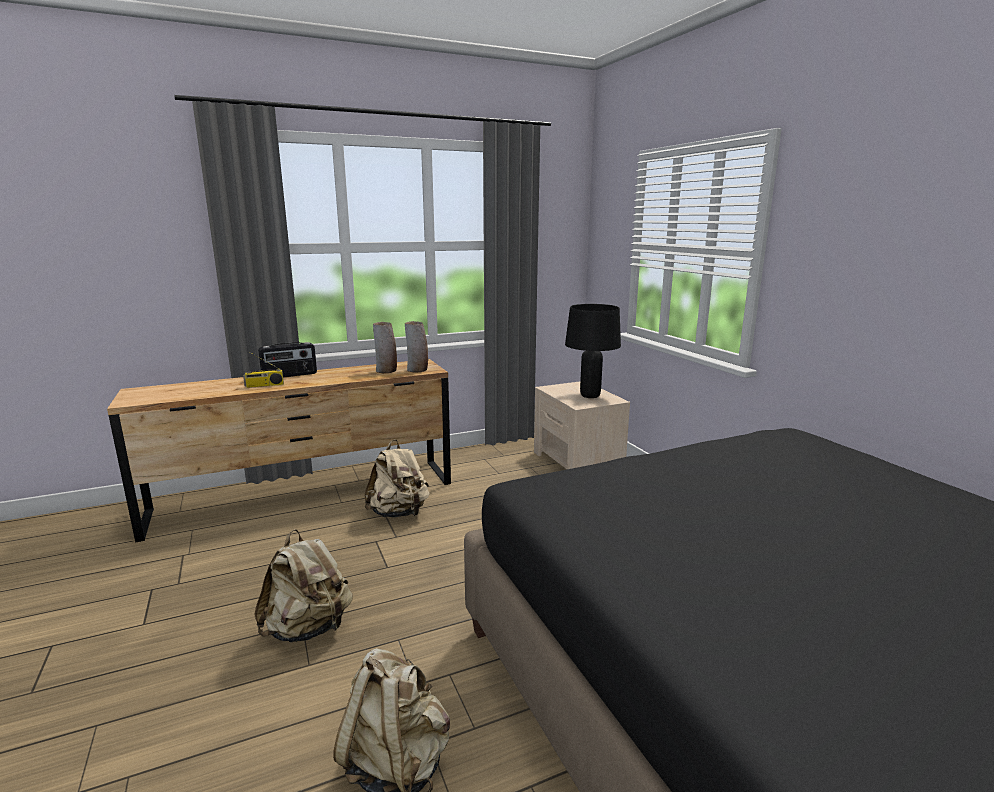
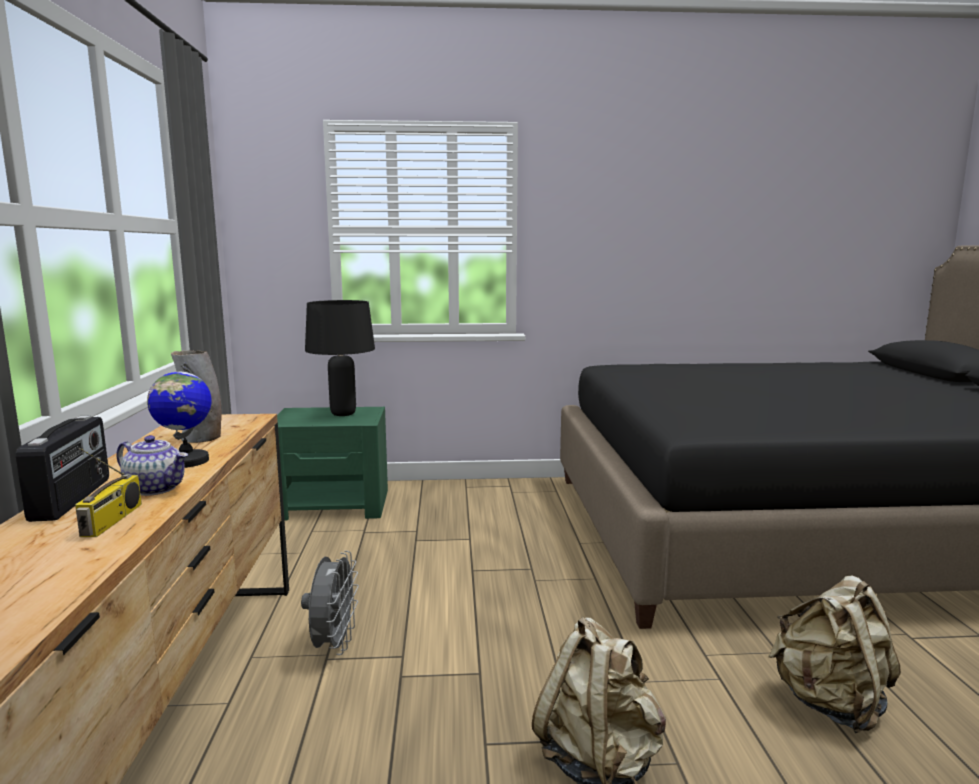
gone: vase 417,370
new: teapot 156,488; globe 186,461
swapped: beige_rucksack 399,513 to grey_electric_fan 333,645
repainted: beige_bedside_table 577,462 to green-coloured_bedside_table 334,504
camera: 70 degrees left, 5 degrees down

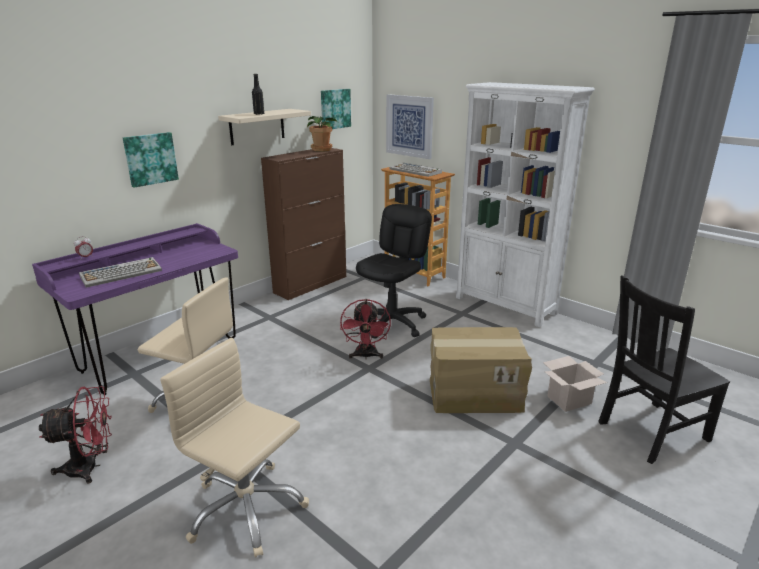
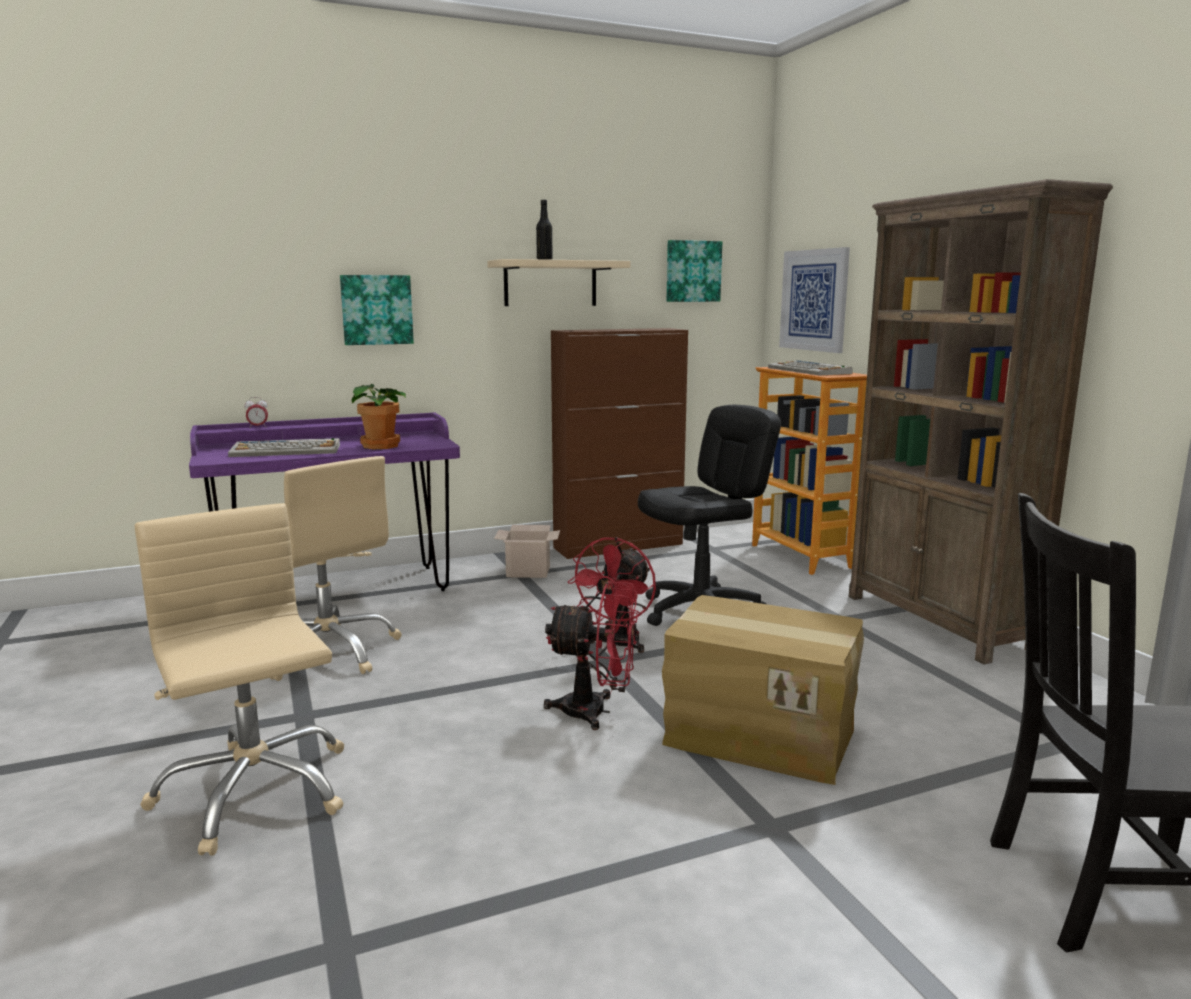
shifted: red-coloured_electric_fan 90,467 to 596,712; plant_in_a_pot 322,149 to 382,446; packing_box 569,399 to 529,571
repainted: white-coloured_bookshelf 505,306 to brownish_bookshelf 938,622
camera: 25 degrees right, 10 degrees down

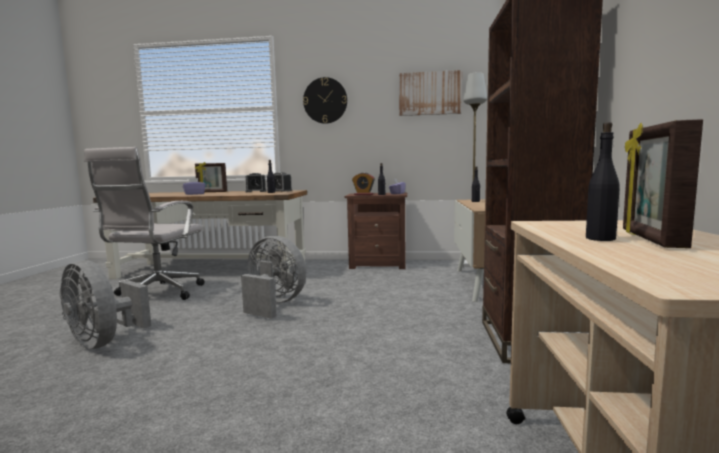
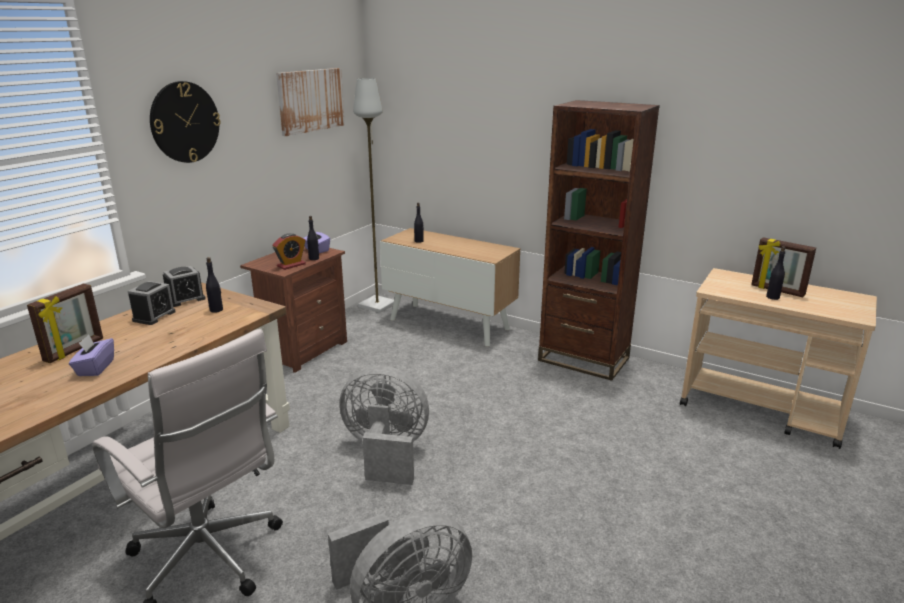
rotated: grey_electric_fan 273,305 = 386,453 45 degrees clockwise
camera: 65 degrees left, 15 degrees up

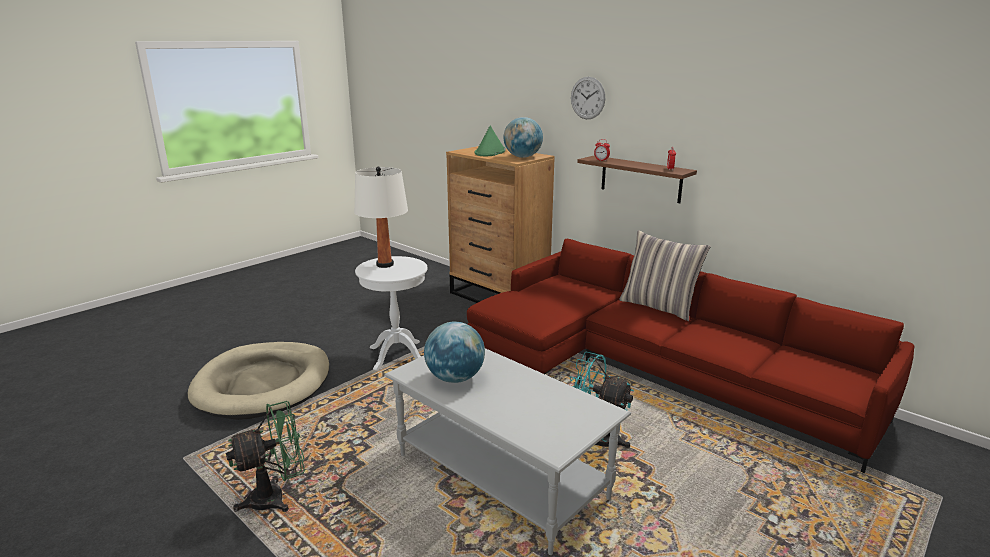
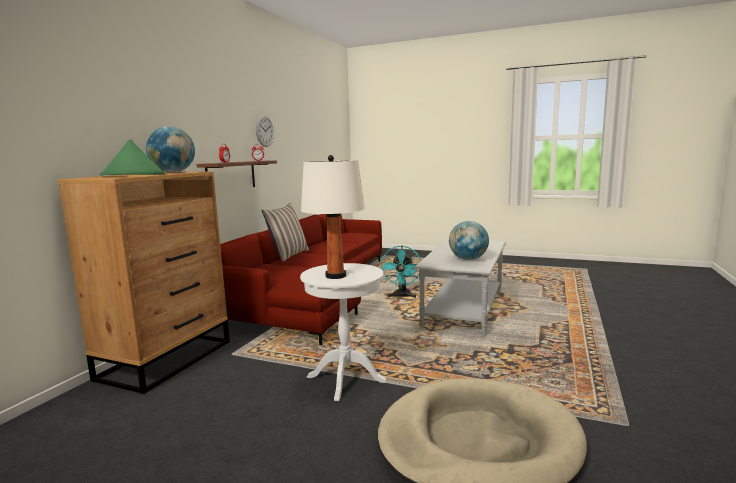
gone: green-coloured_electric_fan 276,497
shifted: hanging_clock 587,98 to 264,131
camera: 110 degrees left, 10 degrees down

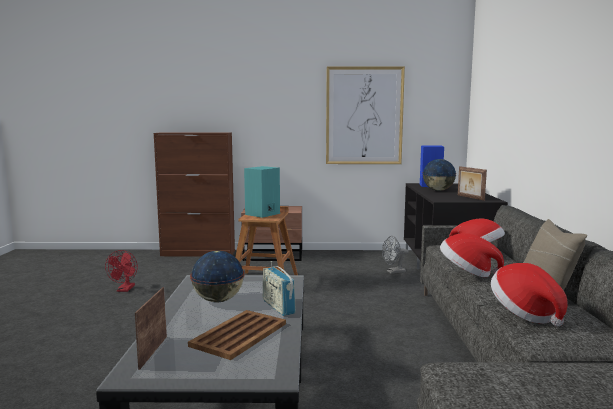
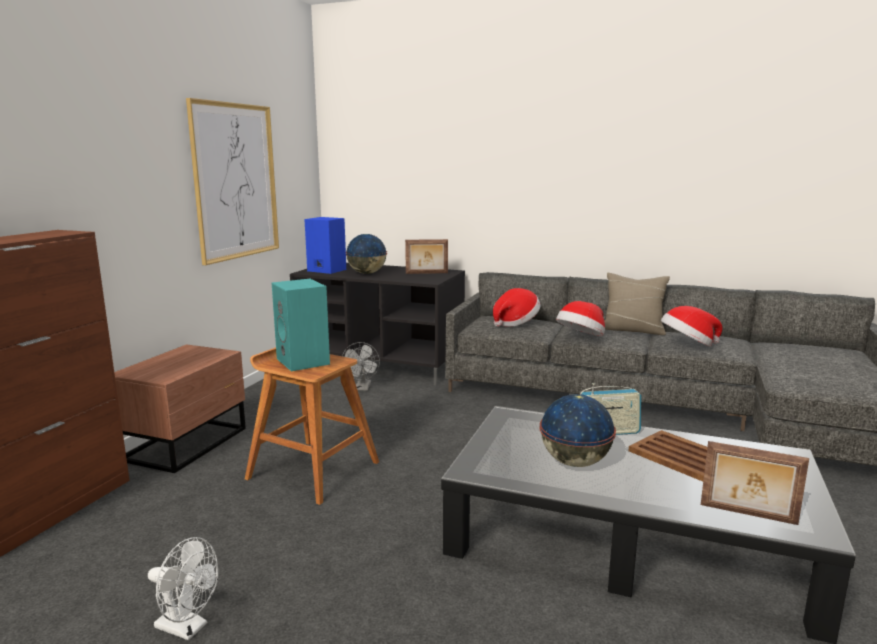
repainted: red-coloured_electric_fan 125,290 to white-coloured_electric_fan 187,628
camera: 70 degrees left, 5 degrees up

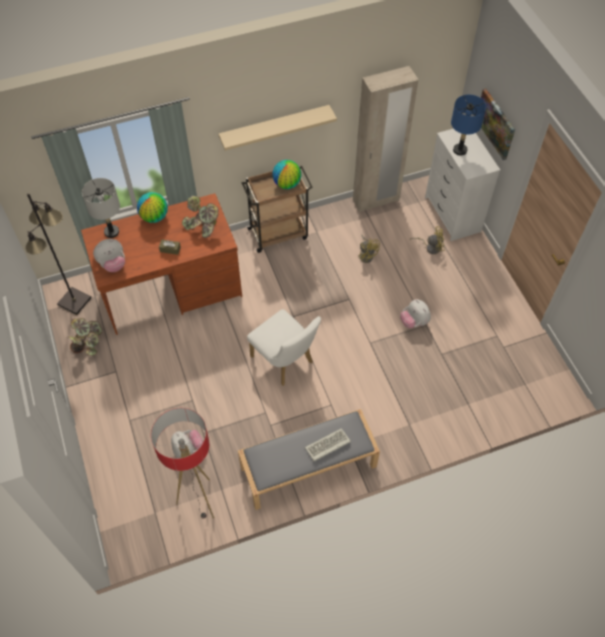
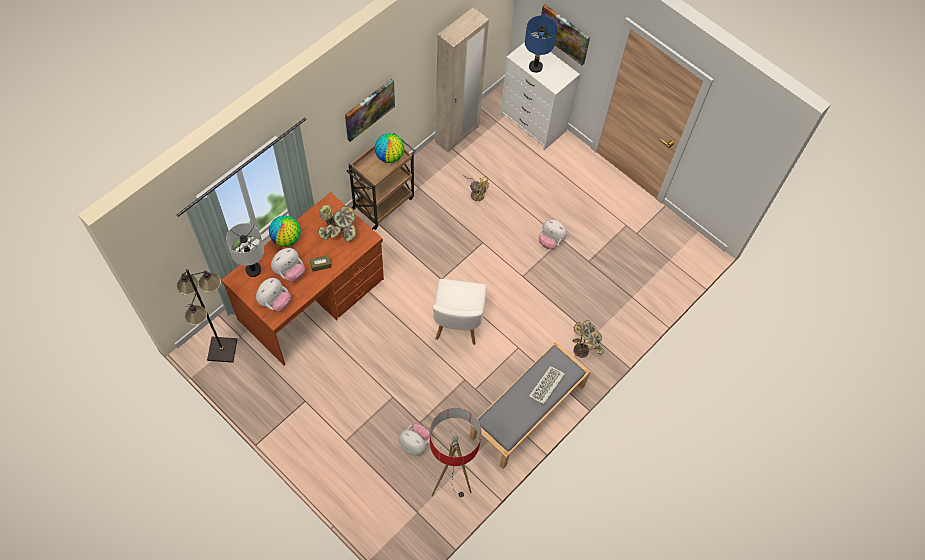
gone: yellowish_electric_fan 430,247
new: soft_toy 289,272
shifted: plant_in_a_pot 87,342 to 586,343
swapped: beige_shelf 274,127 to wall_art 369,109
rotated: white-coloured_plain_chair 285,362 = 457,325 75 degrees clockwise
camera: 30 degrees left, 5 degrees up

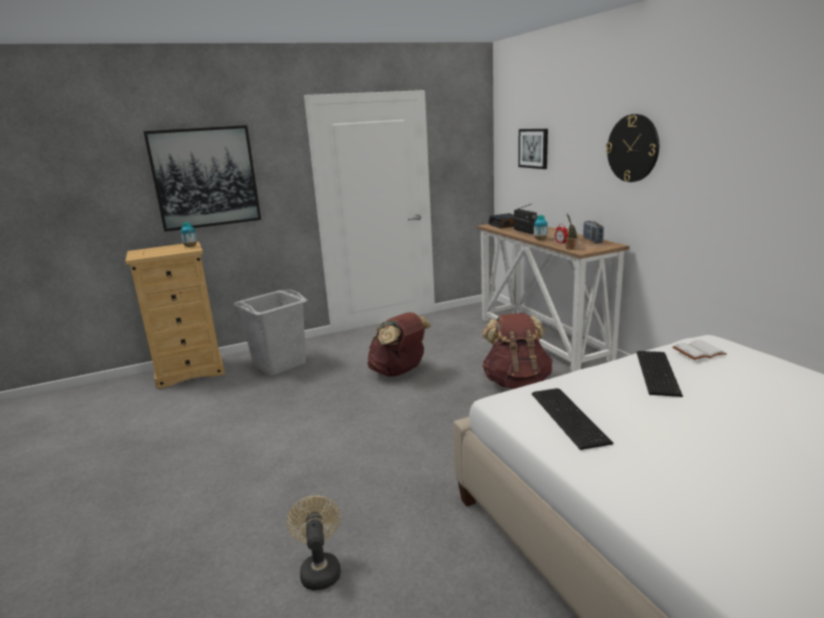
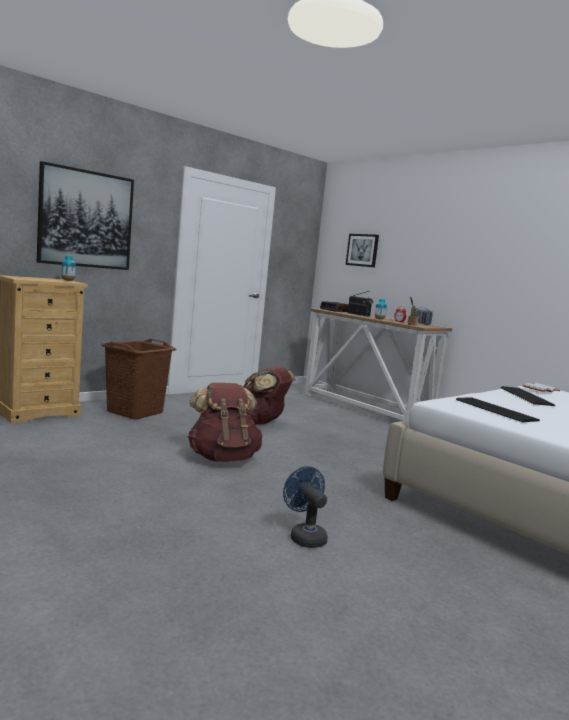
gone: hanging_clock 633,148
shifted: brownish_rucksack 516,382 to 223,458
repainted: grey_washing_basket 280,364 to brownish_washing_basket 135,412; beige_electric_fan 320,569 to blue-coloured_electric_fan 304,536
camera: 20 degrees left, 10 degrees down

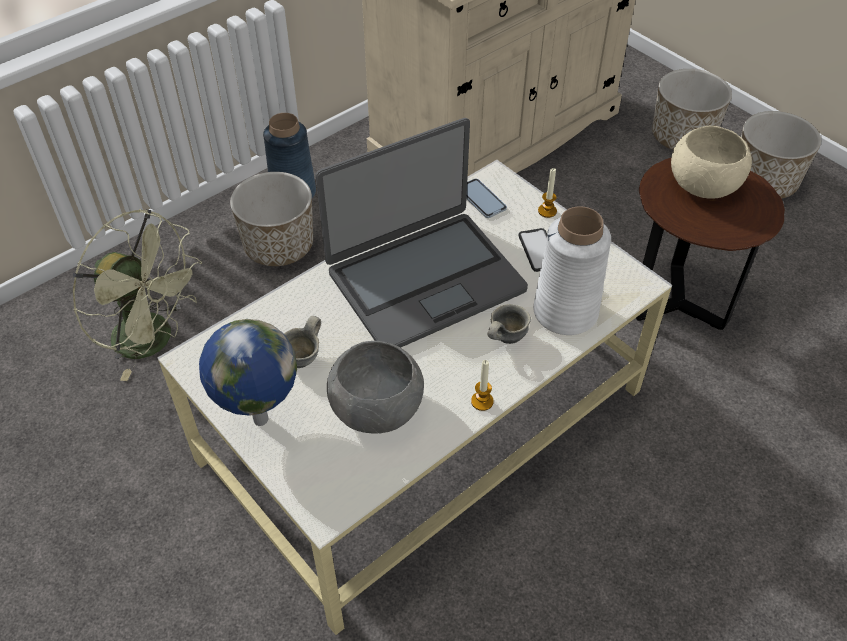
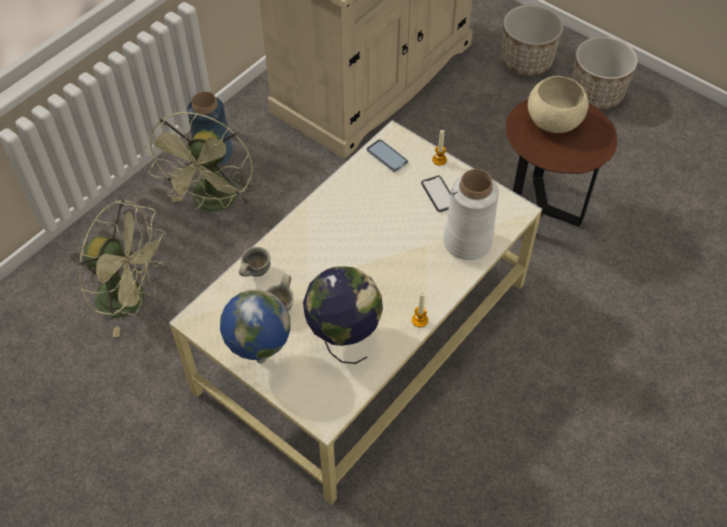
gone: portable_computer 424,280
shifted: grey_mug 504,338 to 254,272
swapped: planter 279,246 to green-coloured_electric_fan 213,203; grey_serving_bowl 376,408 to globe 343,337
camera: 10 degrees left, 5 degrees up

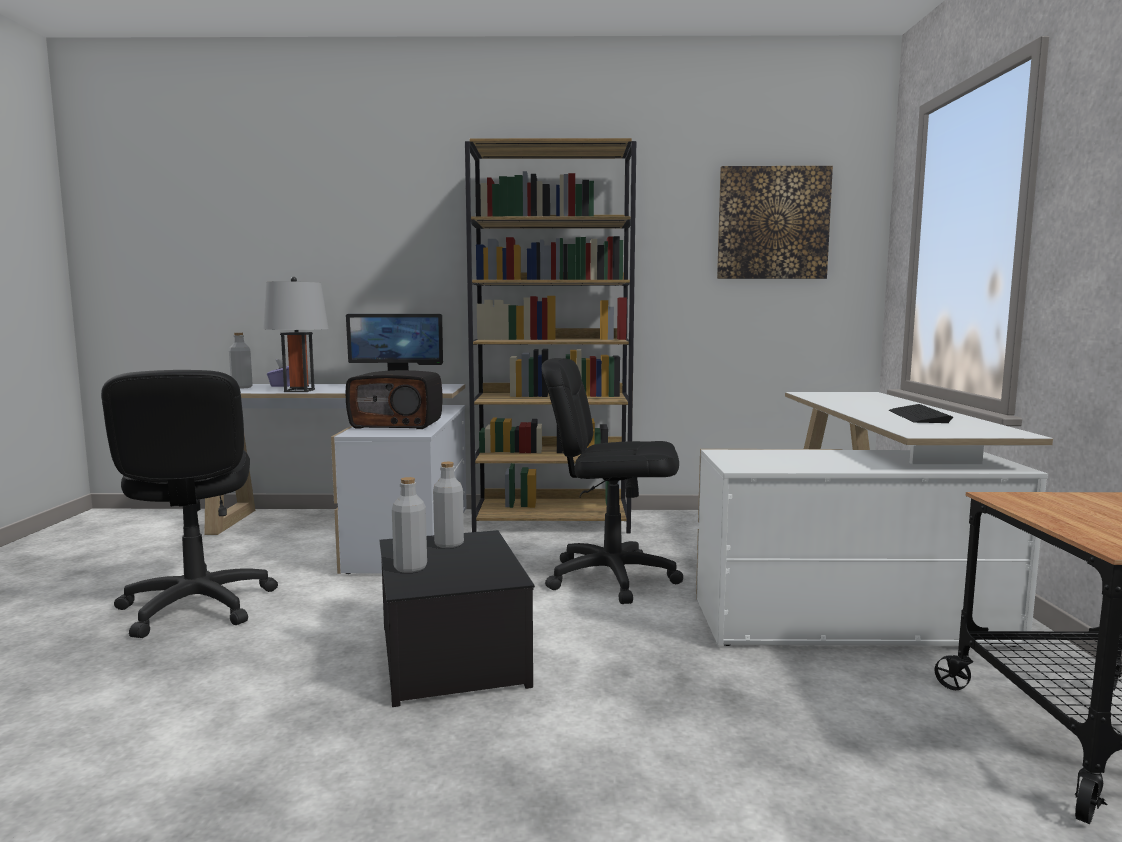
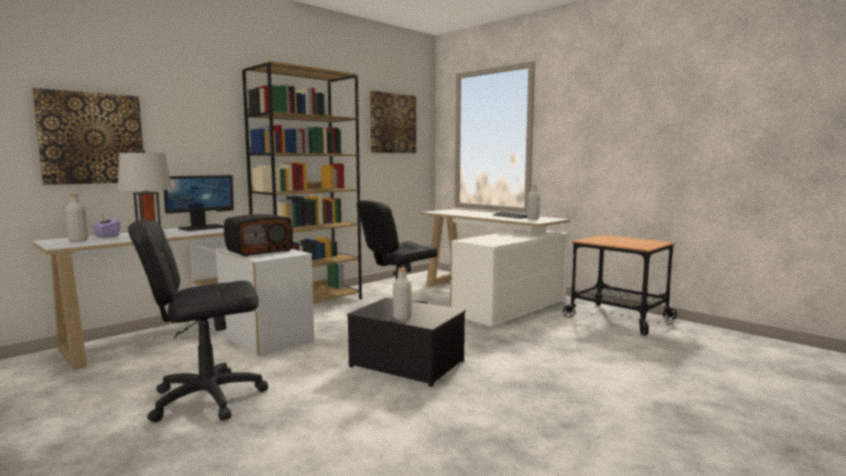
new: wall_art 92,138
shifted: grey_drink_bottle 449,544 to 533,219
rotated: black_desk_chair 196,607 = 207,398 135 degrees clockwise
camera: 45 degrees left, 0 degrees up

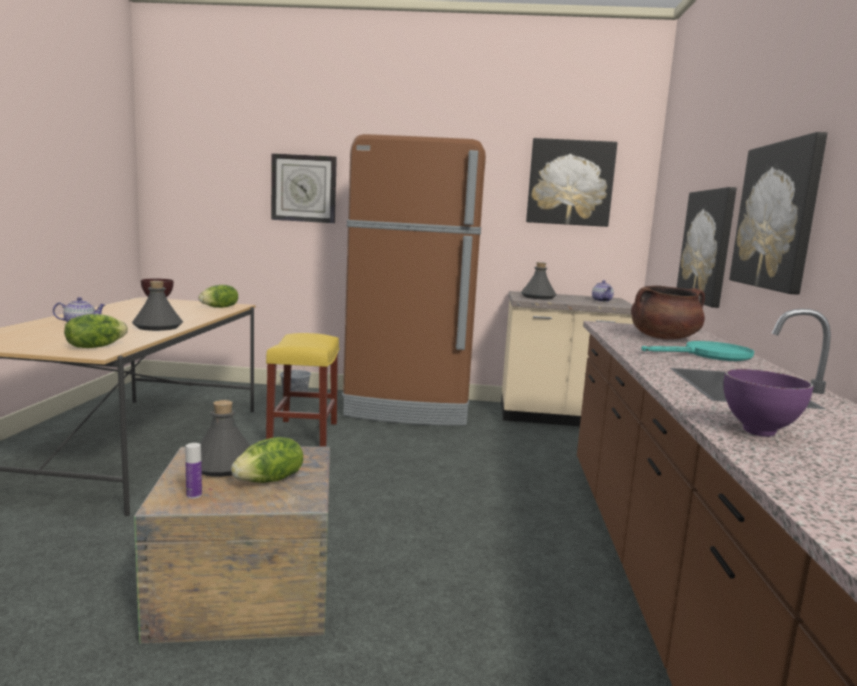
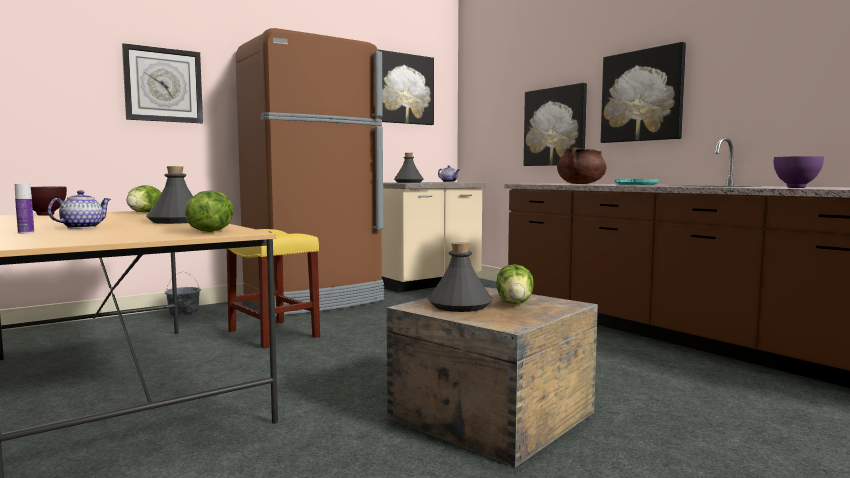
shifted: drink_bottle 194,495 to 26,233
camera: 40 degrees left, 5 degrees down

